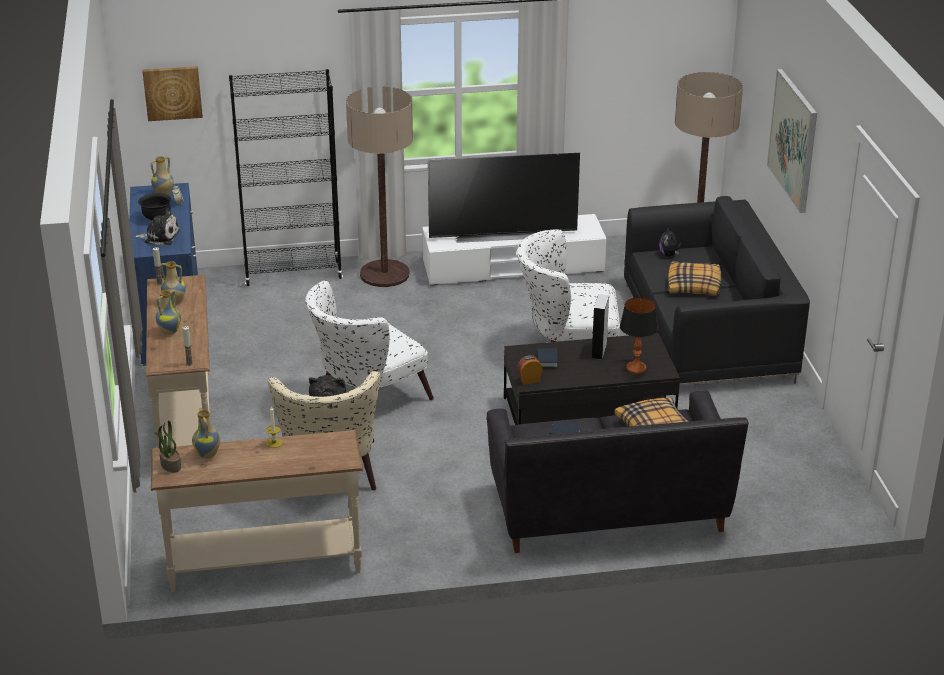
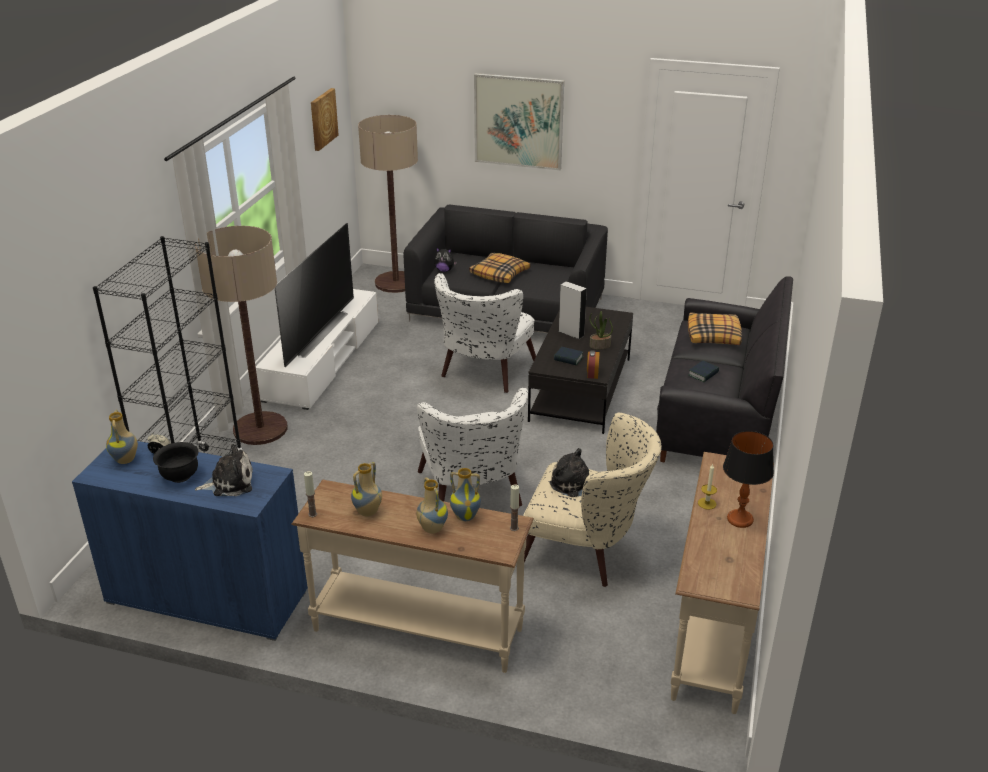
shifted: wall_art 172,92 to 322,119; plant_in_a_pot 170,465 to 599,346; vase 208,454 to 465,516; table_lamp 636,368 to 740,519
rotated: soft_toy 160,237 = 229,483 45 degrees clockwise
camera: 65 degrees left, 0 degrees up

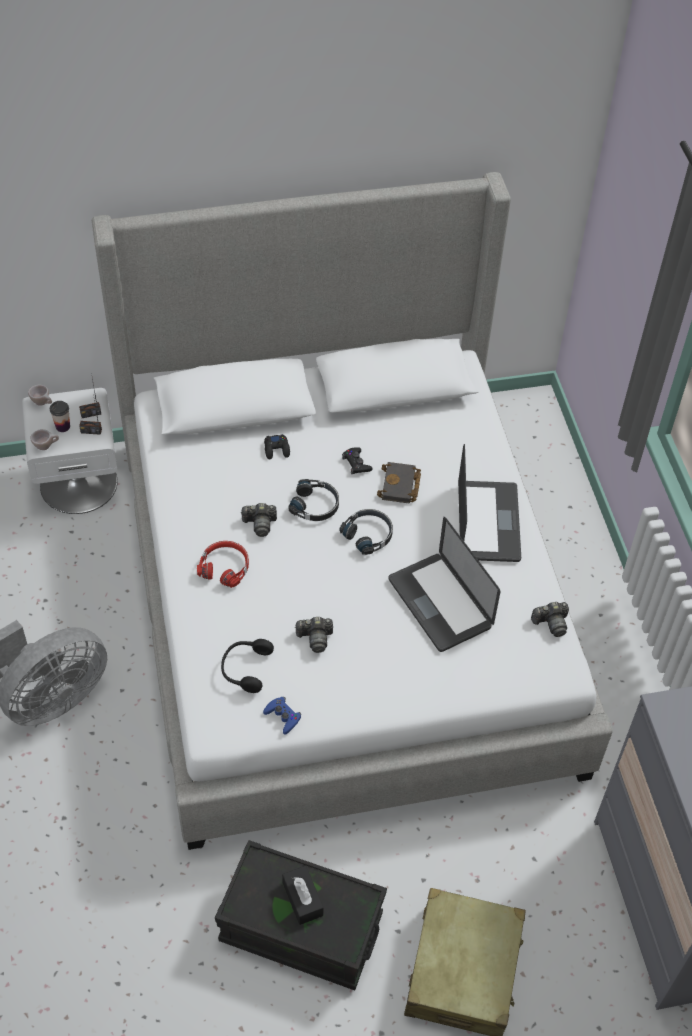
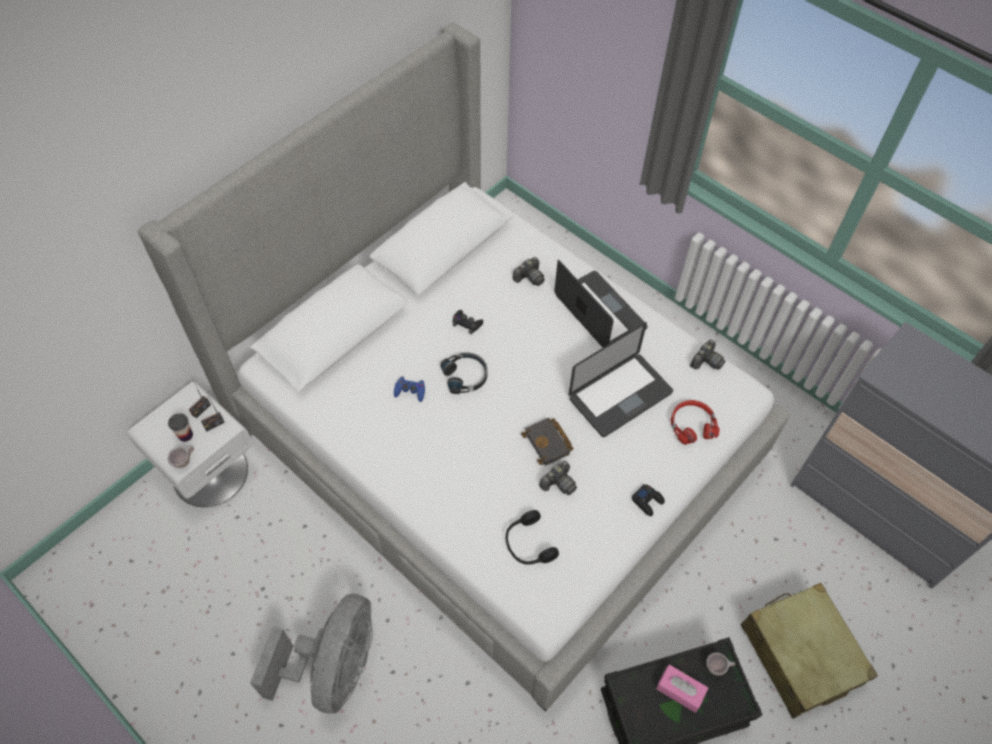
gone: black_headset 368,534
shifted: beige_small_cup 43,403 to 717,667; red-coloured_headset 225,567 to 691,424; photo_camera 260,524 to 529,277; blue-coloured_joypad 283,716 to 410,391; black_joypad 277,449 to 647,501; black_book 400,486 to 549,443
repainted: black_tissue_holder 302,899 to pinkish_tissue_holder 680,690
rotated: portable_computer 440,603 = 620,395 60 degrees counterclockwise
camera: 35 degrees left, 5 degrees up

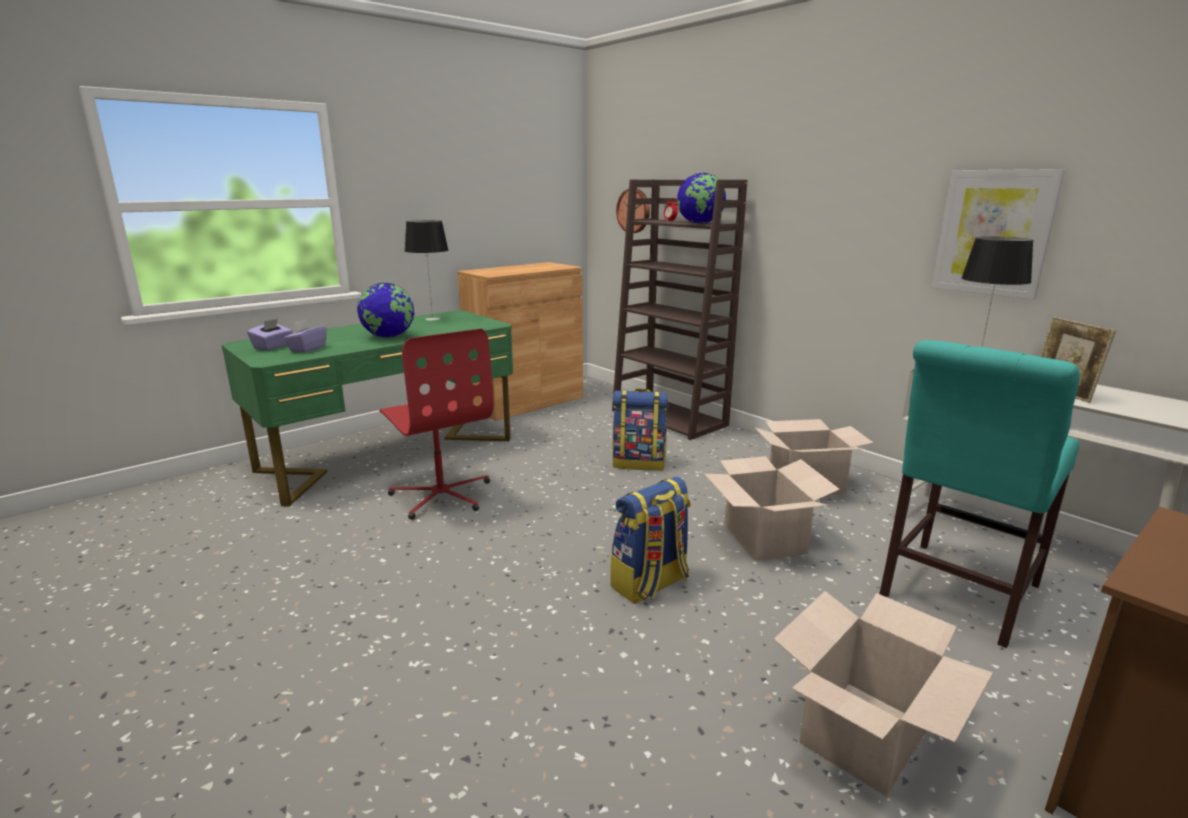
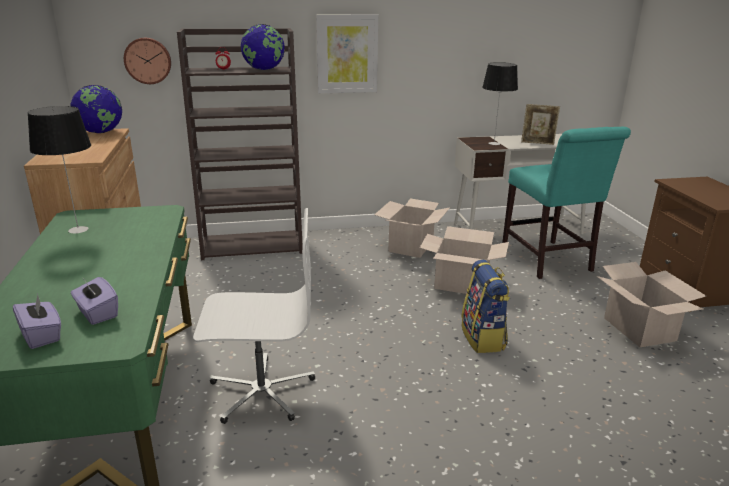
gone: rucksack 639,463
shifted: globe 389,337 to 101,132; wall_art 994,233 to 347,54
repainted: red-coloured_desk_chair 442,495 to white-coloured_desk_chair 261,391
camera: 60 degrees left, 5 degrees up

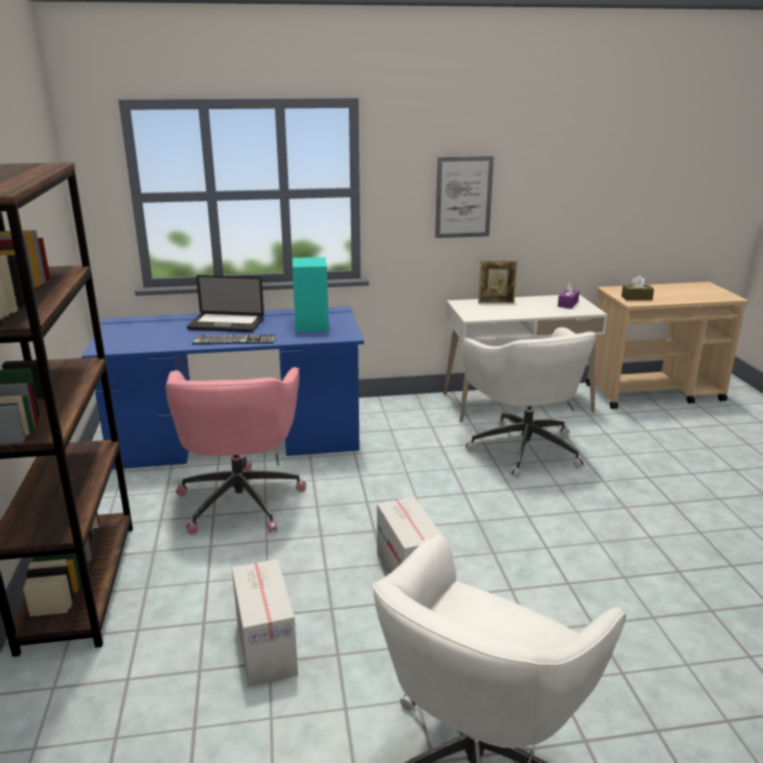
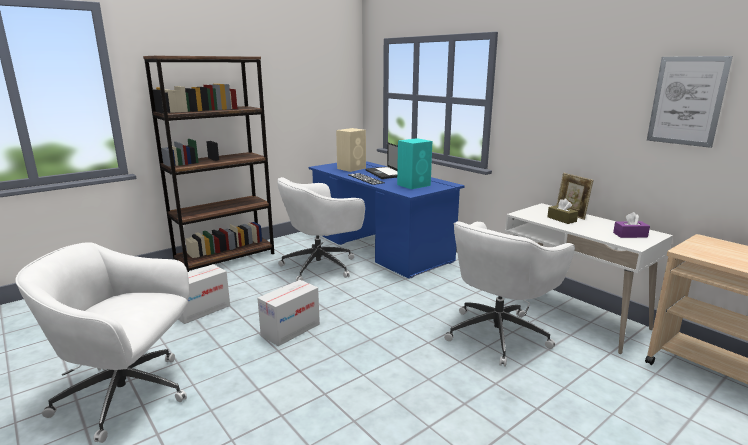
new: beige_audio_speaker 352,168
shifted: wall_art 463,197 to 686,101; brownish_tissue_holder 636,298 to 561,219
repainted: pinkish_desk_chair 240,499 to white-coloured_desk_chair 321,266
camera: 60 degrees right, 5 degrees down

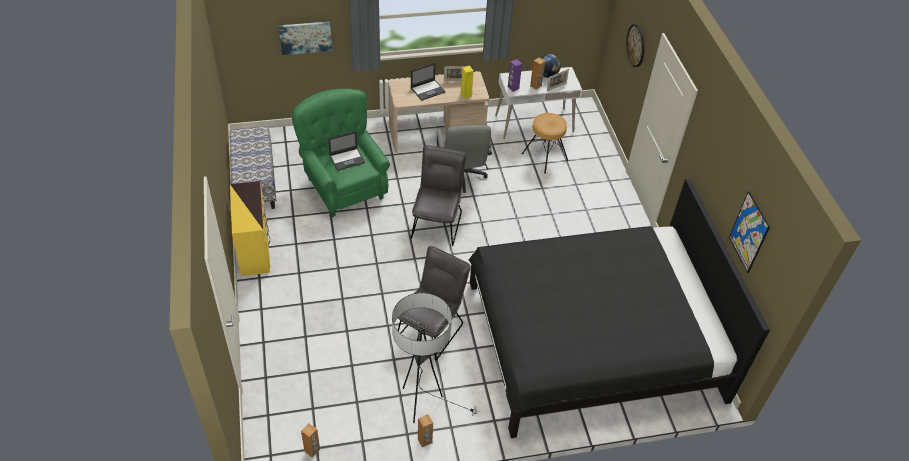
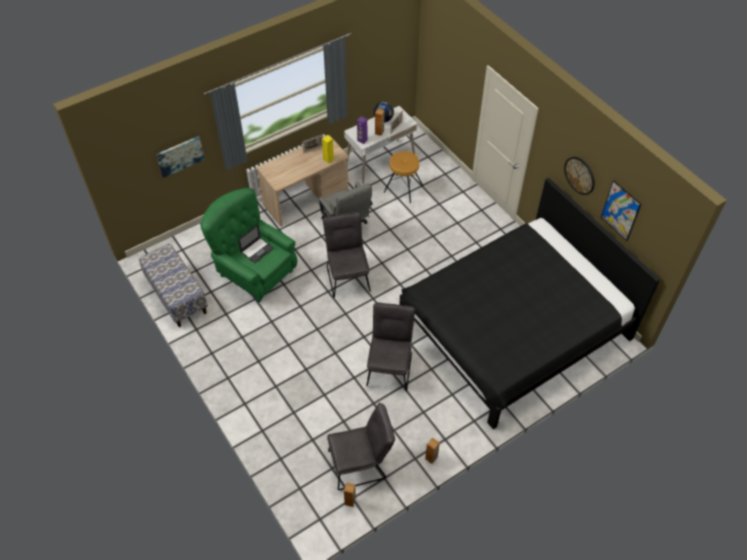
gone: yellowish_drawer_chest 255,249; floor_lamp 422,404; portable_computer 428,90
new: grey_plain_chair 361,464
shifted: hanging_clock 636,45 to 580,175
camera: 20 degrees left, 5 degrees up

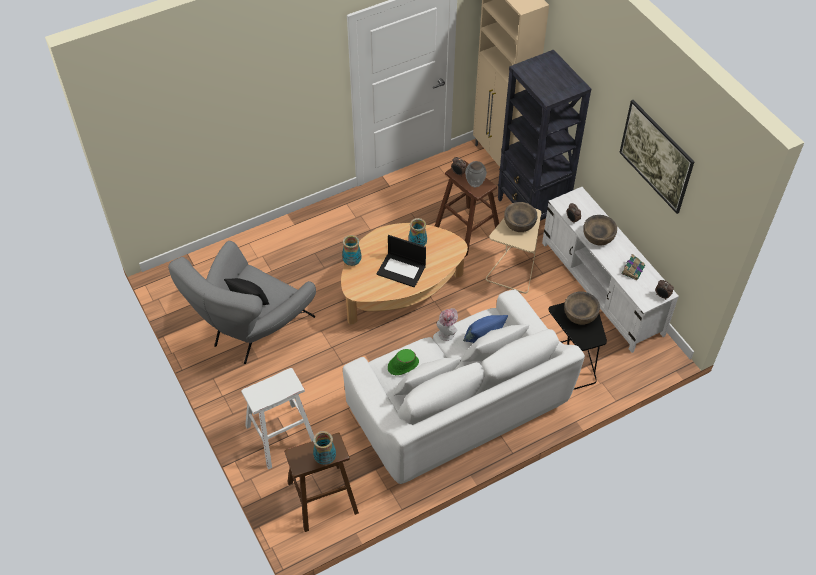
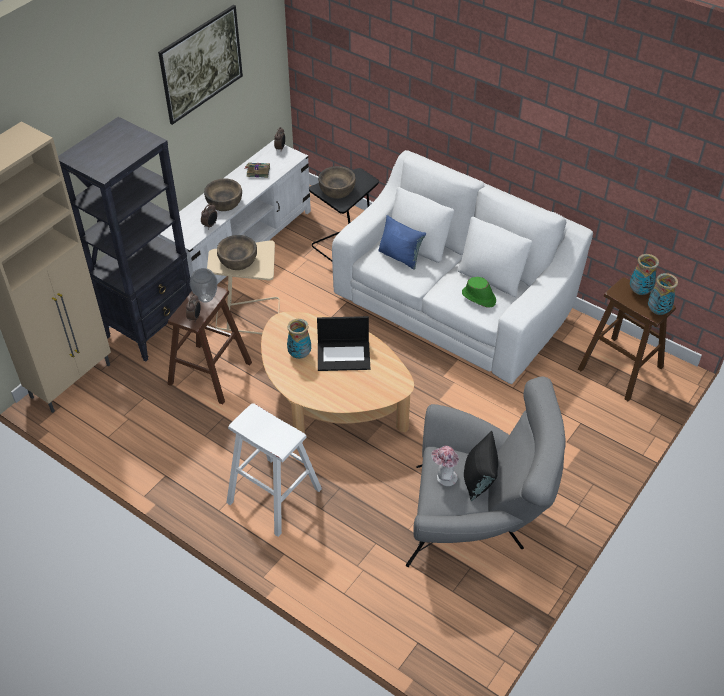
shifted: white-coloured_stool_seat 281,435 to 274,496; vase 352,262 to 657,311; hat 447,332 to 444,477
rotated: portable_computer 402,270 = 344,355 90 degrees clockwise
camera: 115 degrees left, 5 degrees down

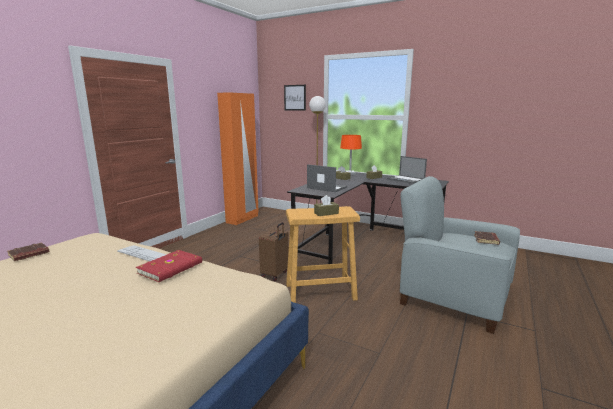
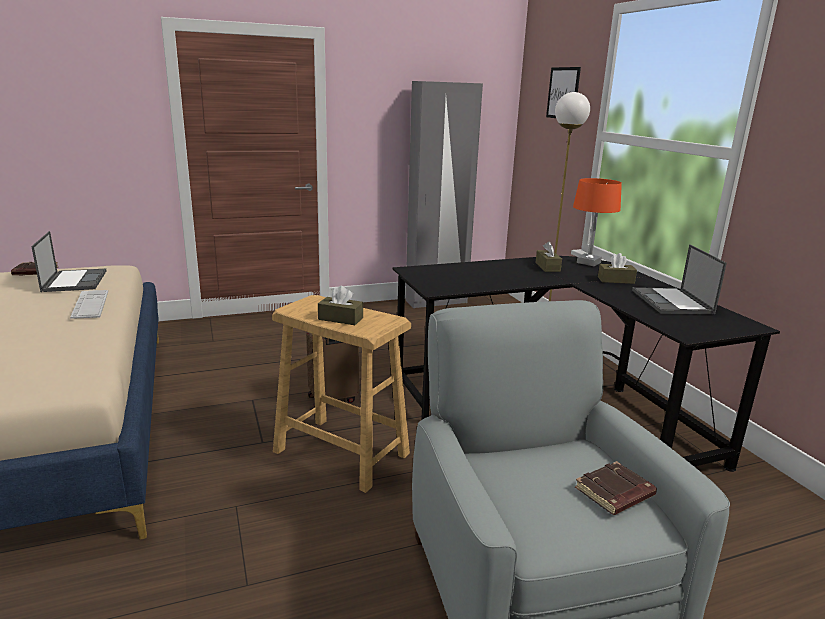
gone: red-coloured_book 171,268
shifted: portable_computer 326,187 to 74,281
repainted: orangey_wardrobe 242,219 to grey_wardrobe 436,302
camera: 40 degrees right, 5 degrees up

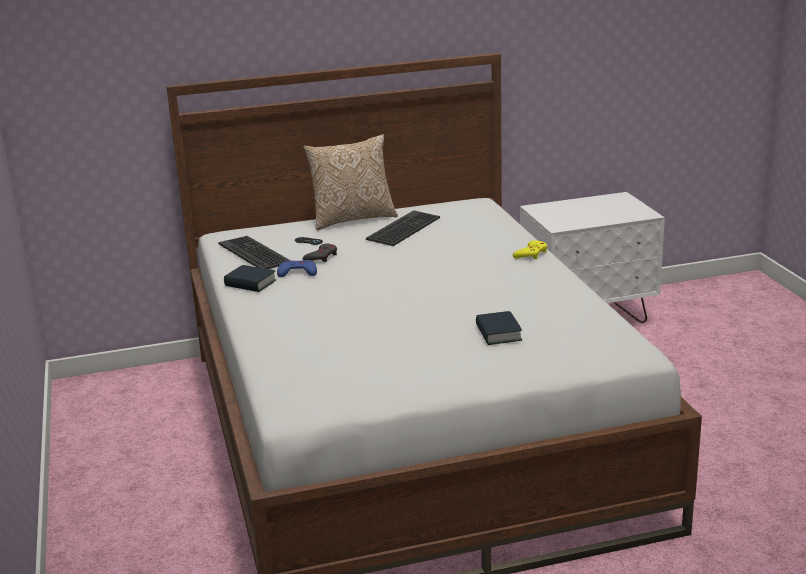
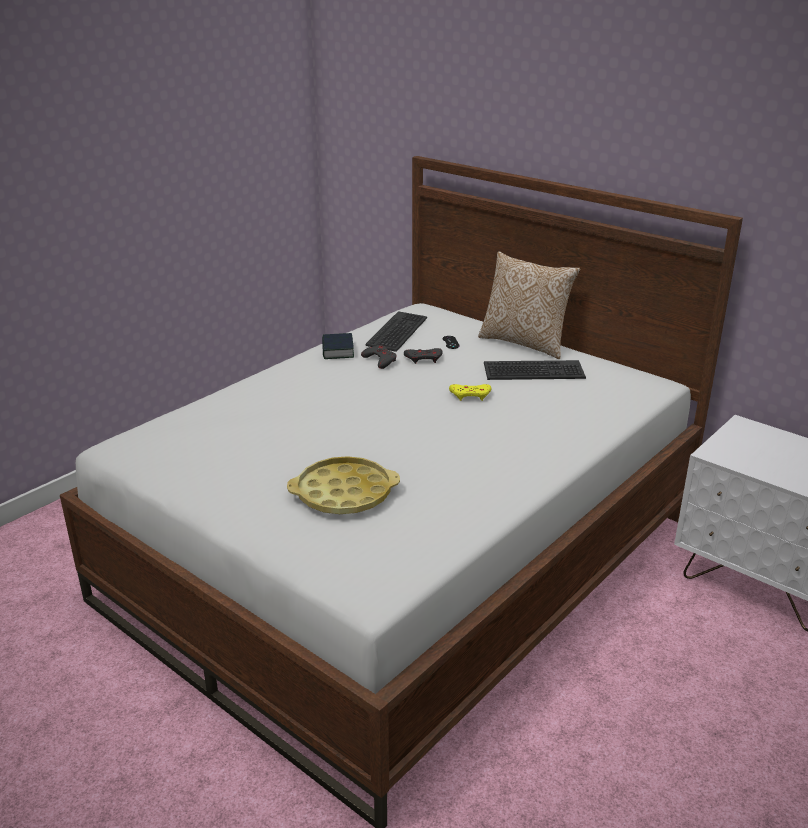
shifted: yellowish_joypad 531,254 to 470,395
swapped: book 498,333 to yellowish_carrying_tray 344,493
repainted: blue-coloured_joypad 297,272 to grey_joypad 380,360
camera: 55 degrees right, 5 degrees up

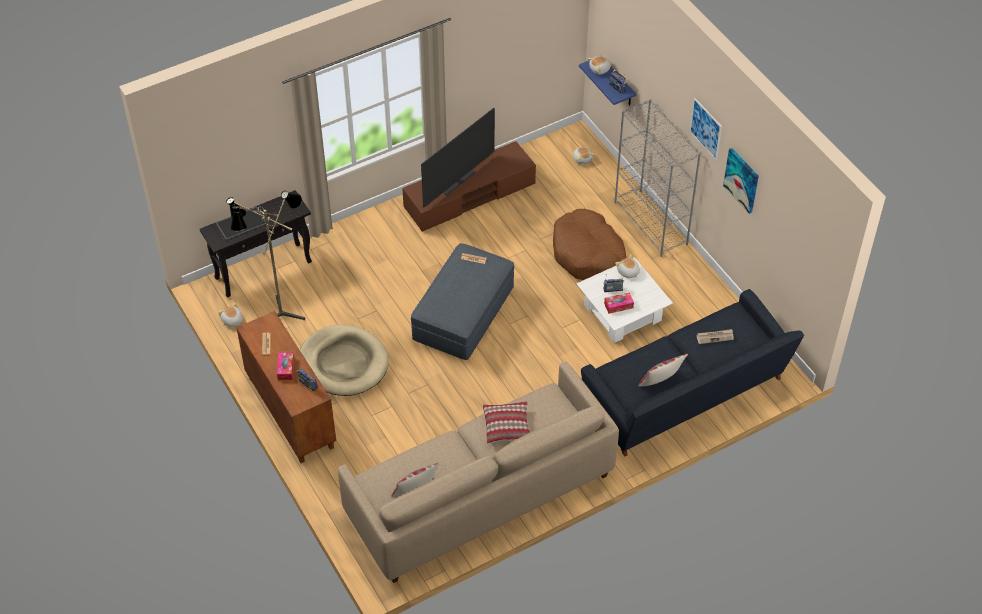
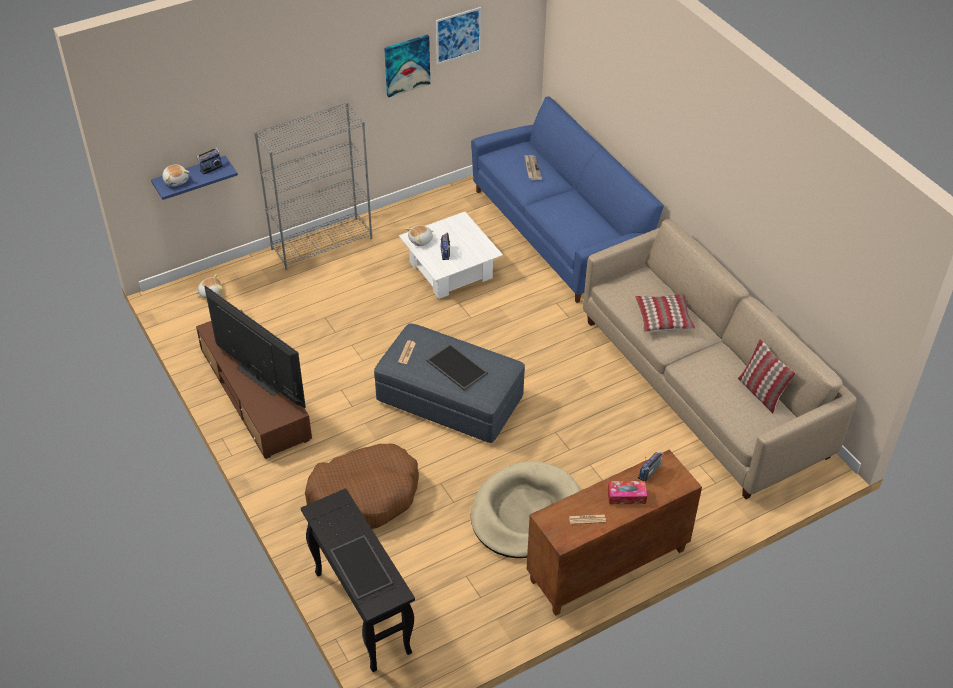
gone: soft_toy 232,321; floor_lamp 277,312; tissue_holder 618,305; pillow 660,381
new: carrying_tray 455,367
shifted: brownish_dog_bed 588,254 to 364,495; wall_art 705,128 to 458,35
repainted: black_sofa 686,395 to blue-coloured_sofa 560,231
camera: 90 degrees left, 5 degrees down

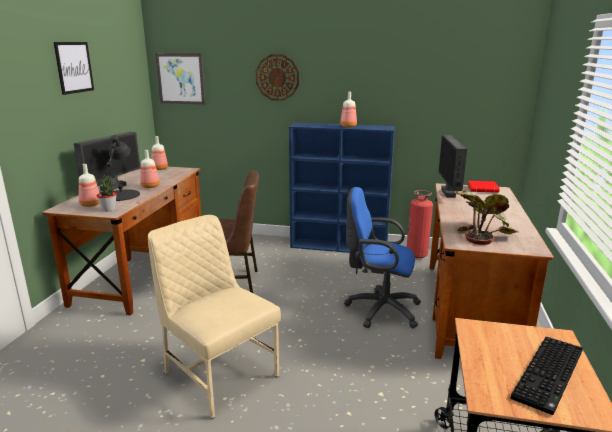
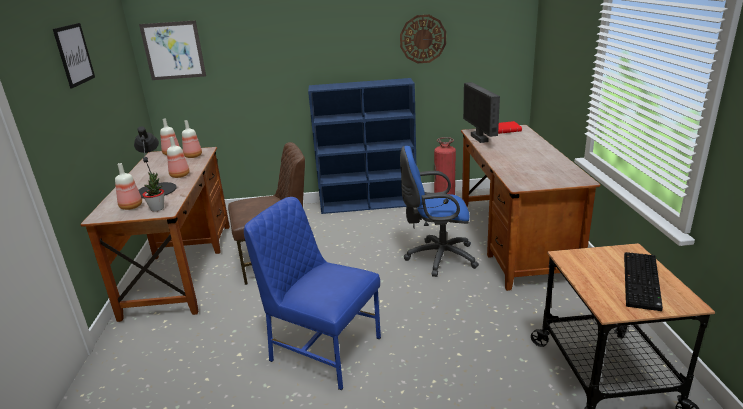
gone: monitor 113,187; plant_in_a_pot 481,233
shifted: hanging_clock 277,77 to 422,39; drink_bottle 348,126 to 193,156
repainted: beige_plain_chair 219,374 to blue-coloured_plain_chair 323,349
camera: 15 degrees left, 5 degrees up

